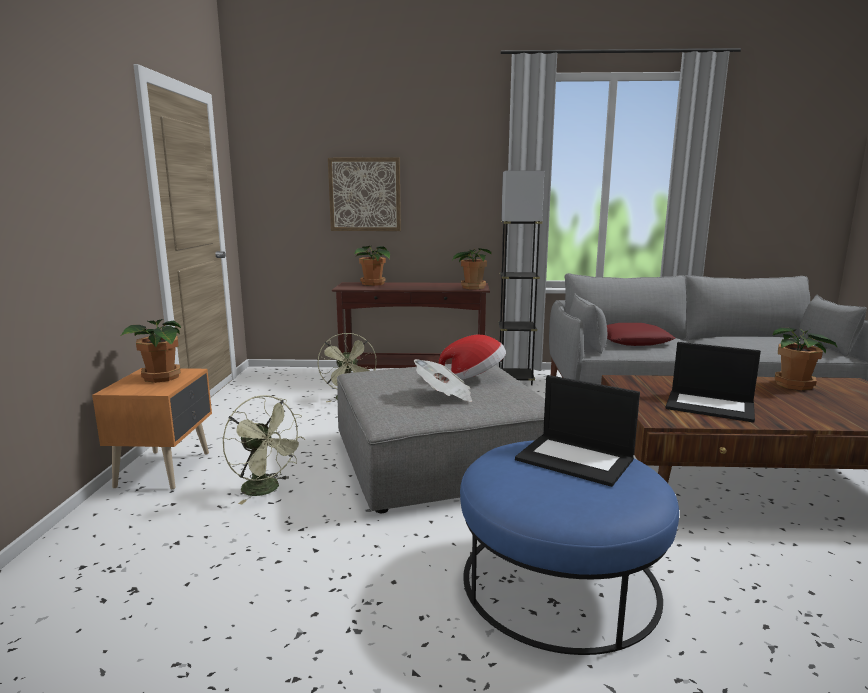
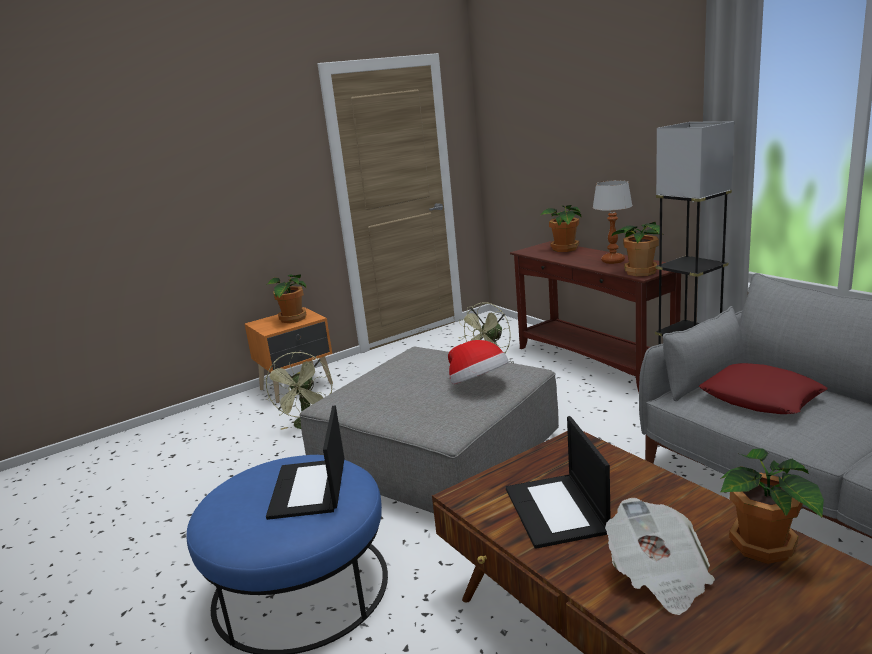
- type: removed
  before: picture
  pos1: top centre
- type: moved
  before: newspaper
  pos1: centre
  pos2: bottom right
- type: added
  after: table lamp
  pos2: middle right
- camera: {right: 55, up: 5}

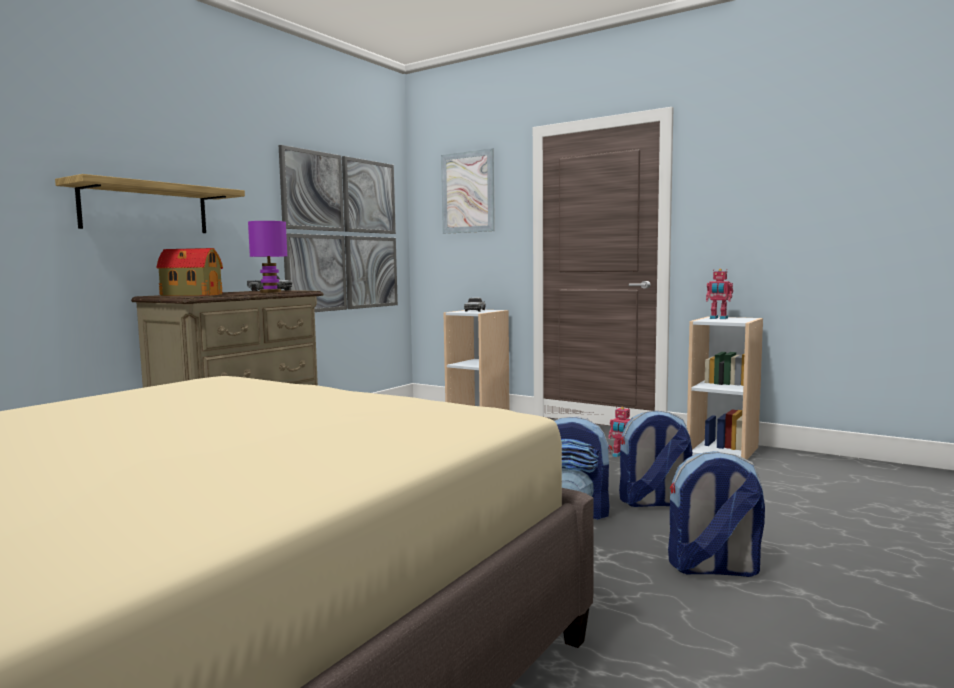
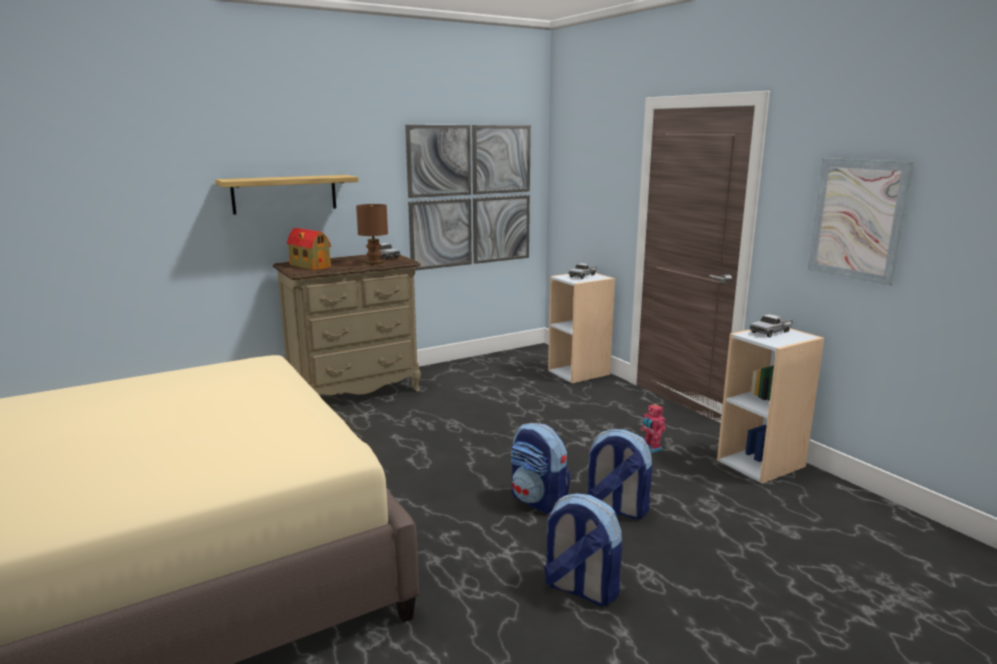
- type: recoloured
  before: purple table lamp
  after: brown table lamp
  pos1: middle left
  pos2: centre
- type: moved
  before: picture (2nd from left)
  pos1: top centre
  pos2: middle right
- type: replaced
  before: toy robot (2nd from left)
  after: toy truck (3rd from left)
  pos1: middle right
  pos2: middle right
- camera: {right: 25, up: 10}

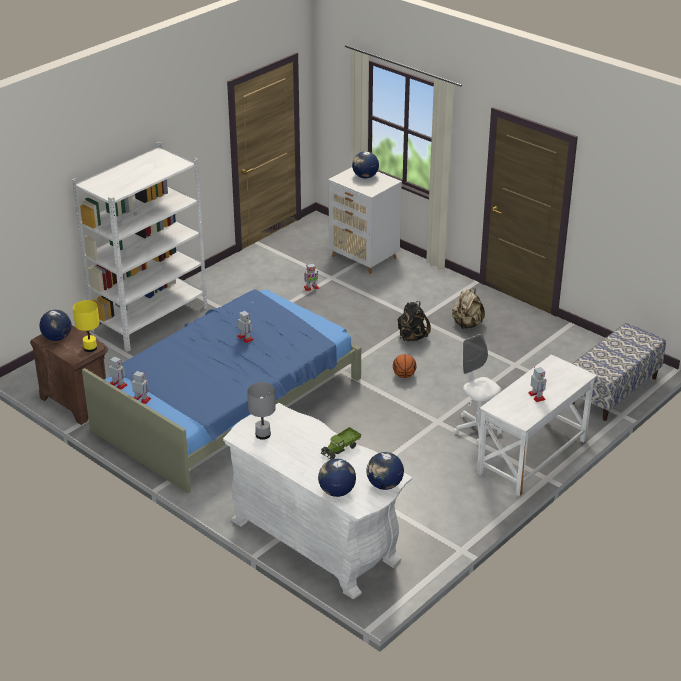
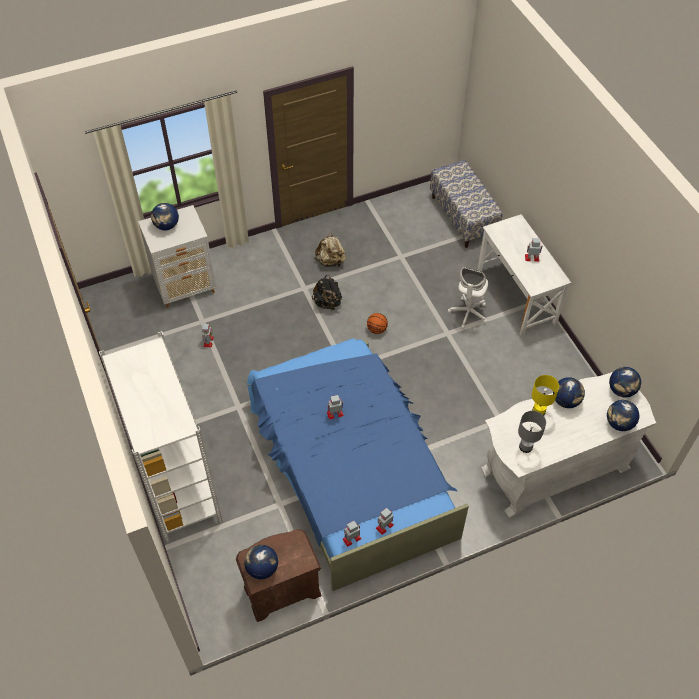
- type: moved
  before: yellow table lamp
  pos1: middle left
  pos2: middle right
- type: replaced
  before: toy truck
  after: globe (3rd from left)
  pos1: centre
  pos2: middle right
- type: turned
  before: white office chair
  pos1: middle right
  pos2: middle right
  turn: -60
- camera: {right: -65, up: 20}

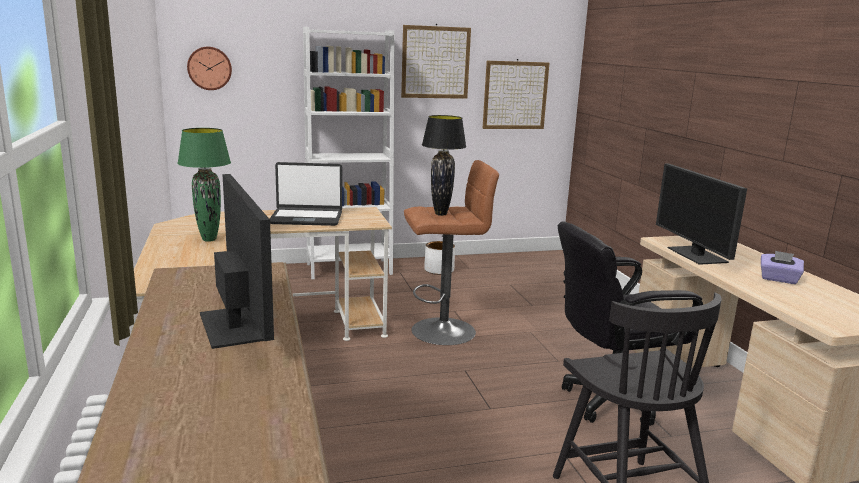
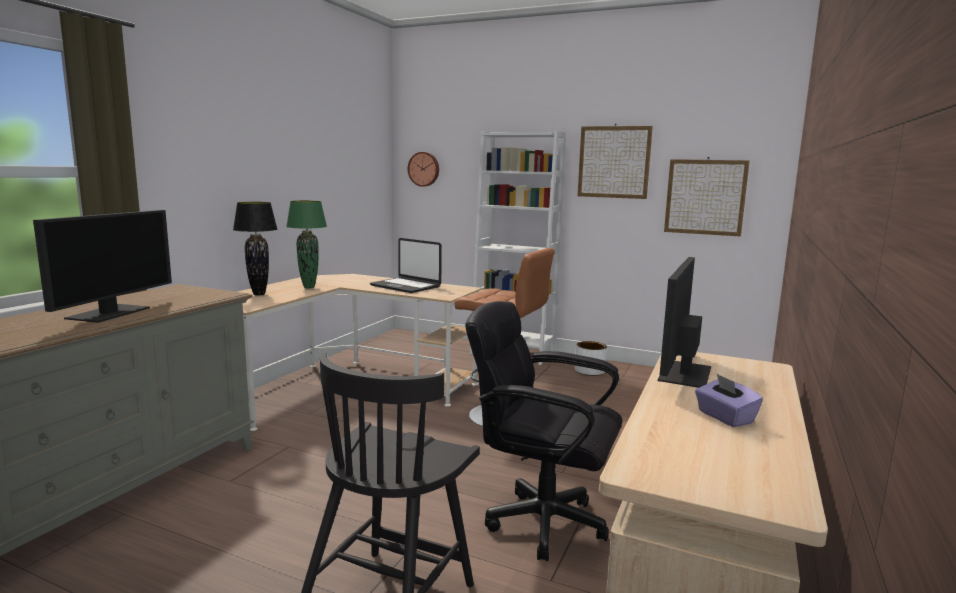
- type: moved
  before: black table lamp
  pos1: centre
  pos2: middle left
- camera: {right: 40, up: -5}

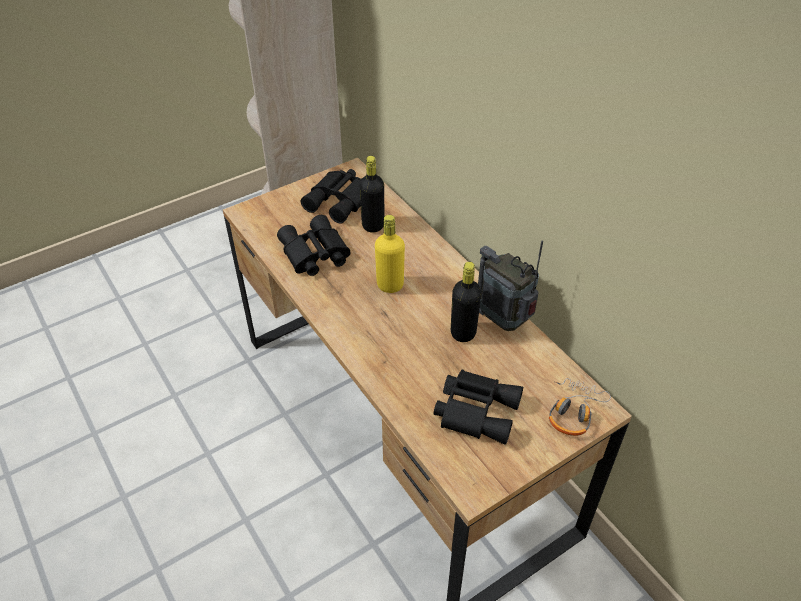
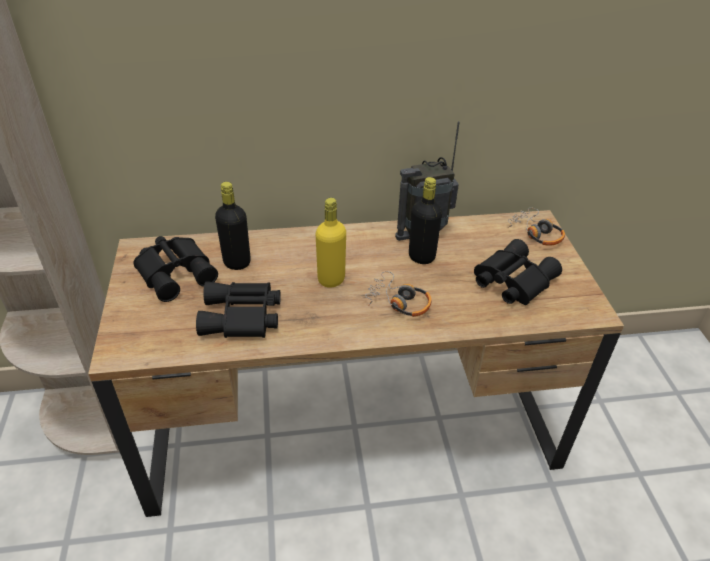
- type: added
  after: headphones (1st from left)
  pos2: centre
- camera: {right: -65, up: -5}

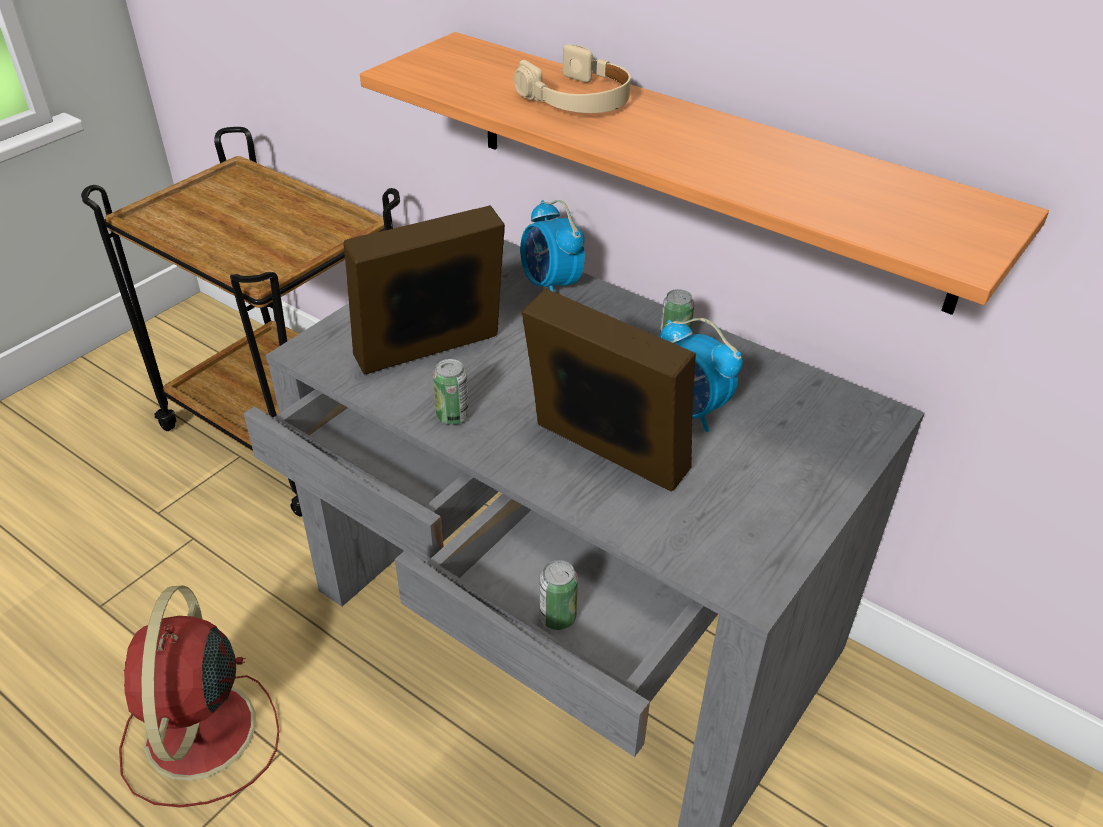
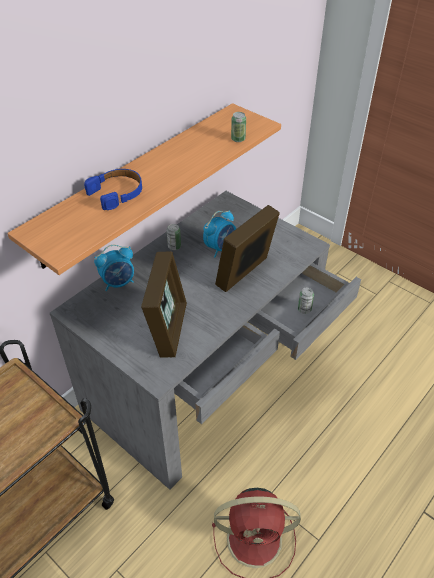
- type: turned
  before: picture frame (1st from left)
  pos1: centre
  pos2: centre
  turn: -150
- type: moved
  before: can (1st from left in the first image)
  after: can (2nd from left)
  pos1: centre
  pos2: top centre
- type: recoloured
  before: beige headphones
  after: blue headphones
  pos1: top centre
  pos2: top left
- camera: {right: -85, up: 5}

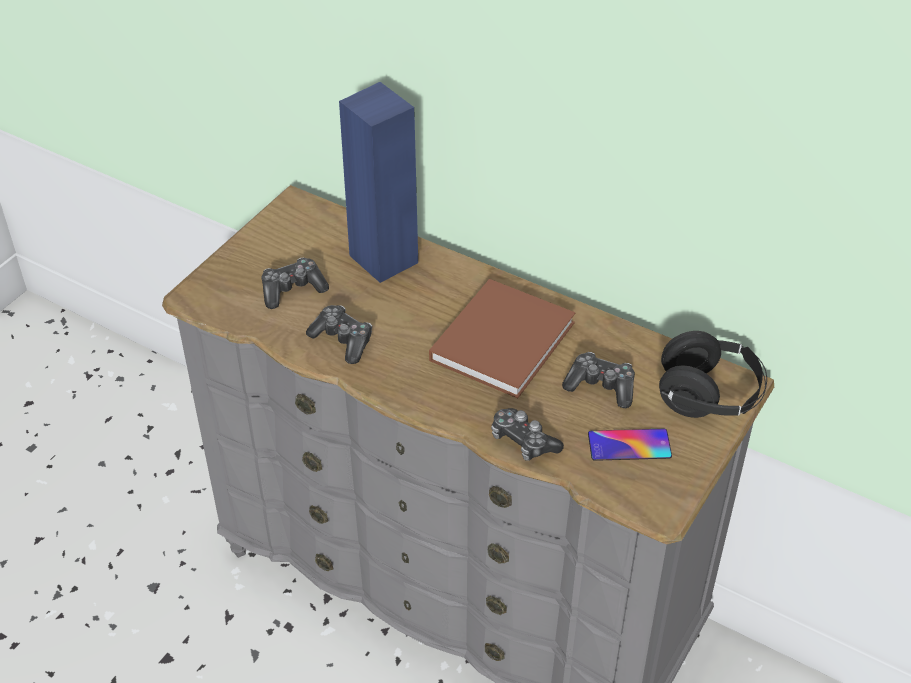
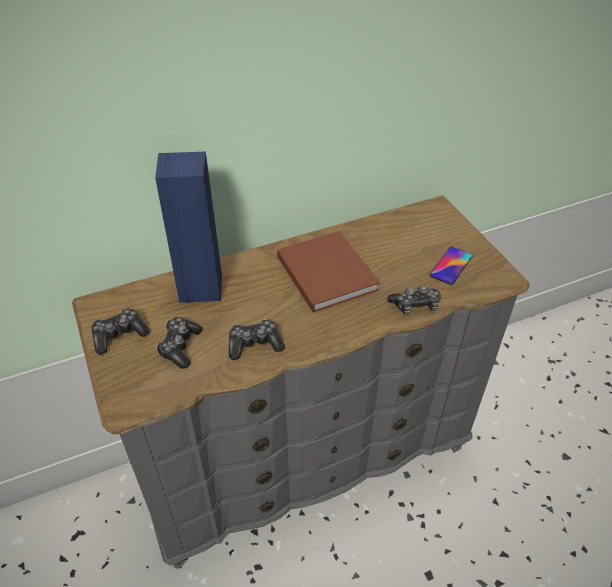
- type: moved
  before: game controller (4th from left in the first image)
  after: game controller (1st from left)
  pos1: centre
  pos2: middle left
- type: removed
  before: black headphones
  pos1: middle right
- camera: {right: -55, up: 0}

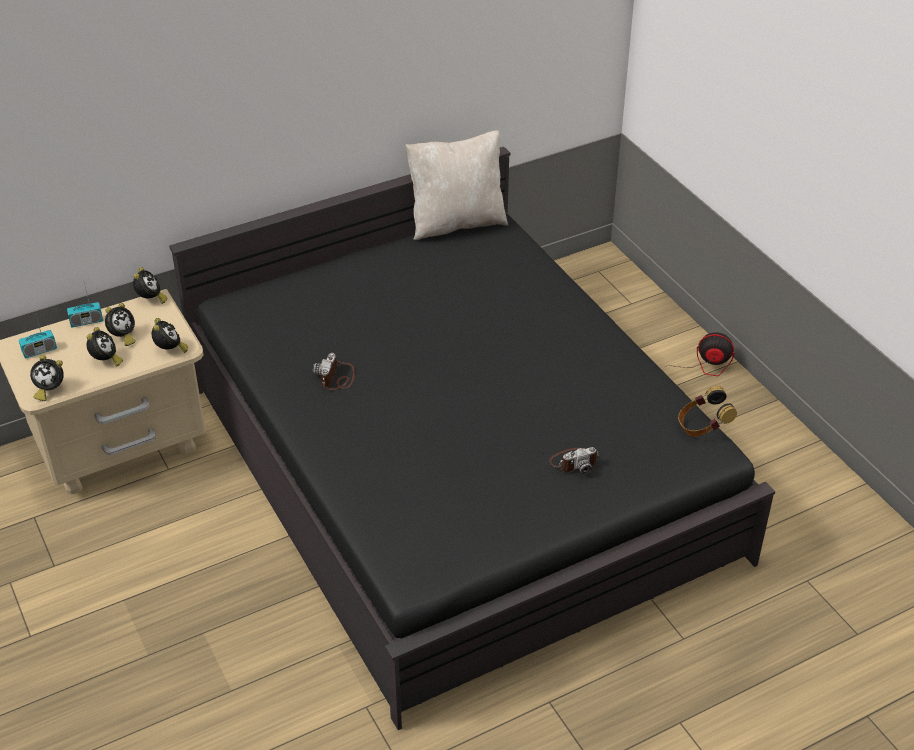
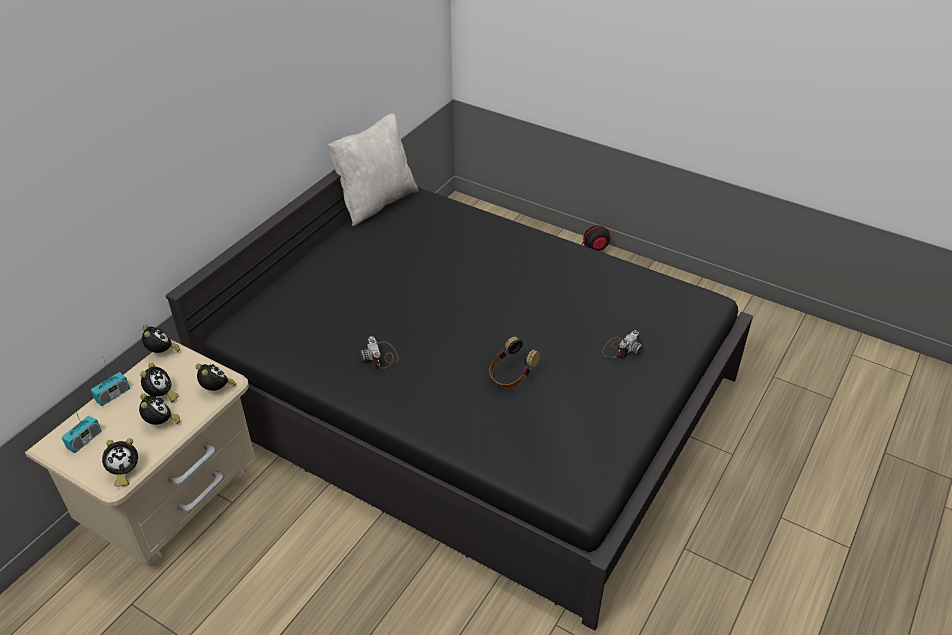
- type: moved
  before: headphones
  pos1: middle right
  pos2: centre
- camera: {right: -30, up: 0}

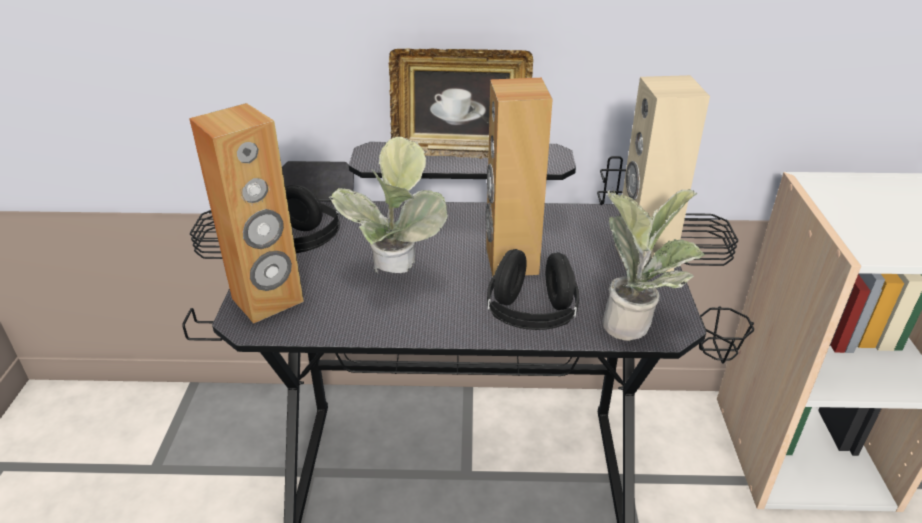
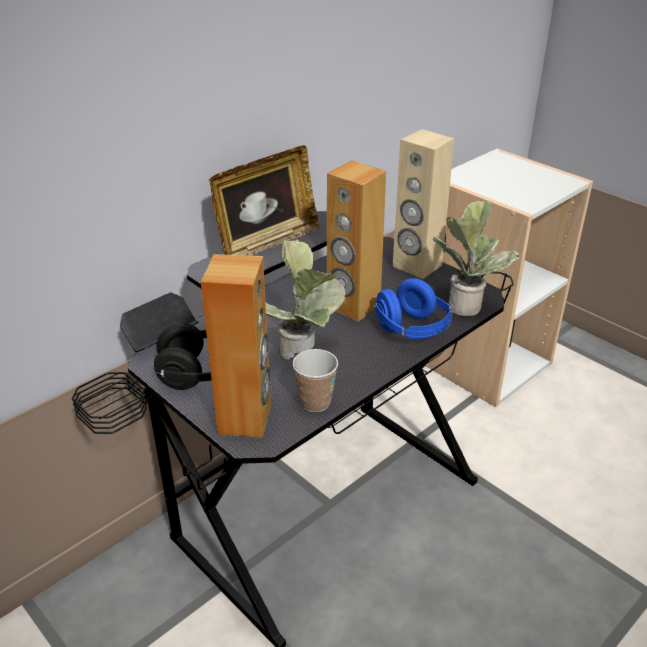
- type: recoloured
  before: black headphones (2nd from left)
  after: blue headphones
  pos1: centre
  pos2: centre
- type: added
  after: cup
  pos2: centre
- camera: {right: -45, up: 0}

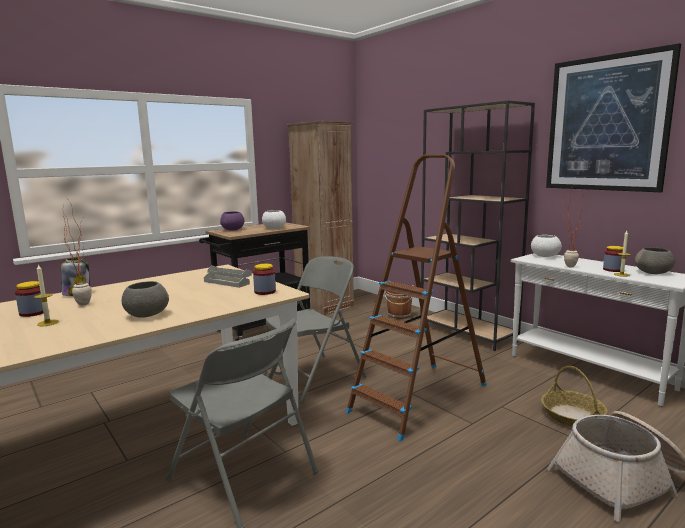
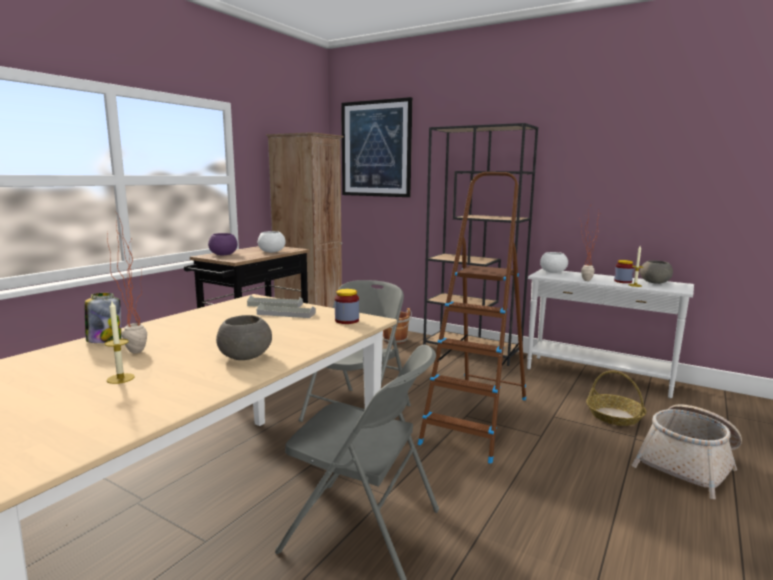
- type: removed
  before: jar (1st from left)
  pos1: middle left
- type: moved
  before: picture
  pos1: top right
  pos2: top centre
- camera: {right: -20, up: 0}

